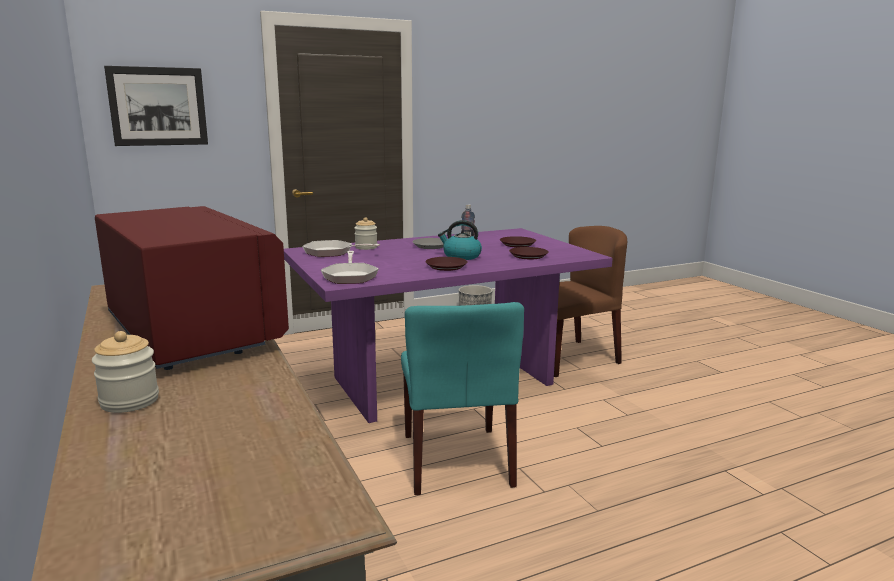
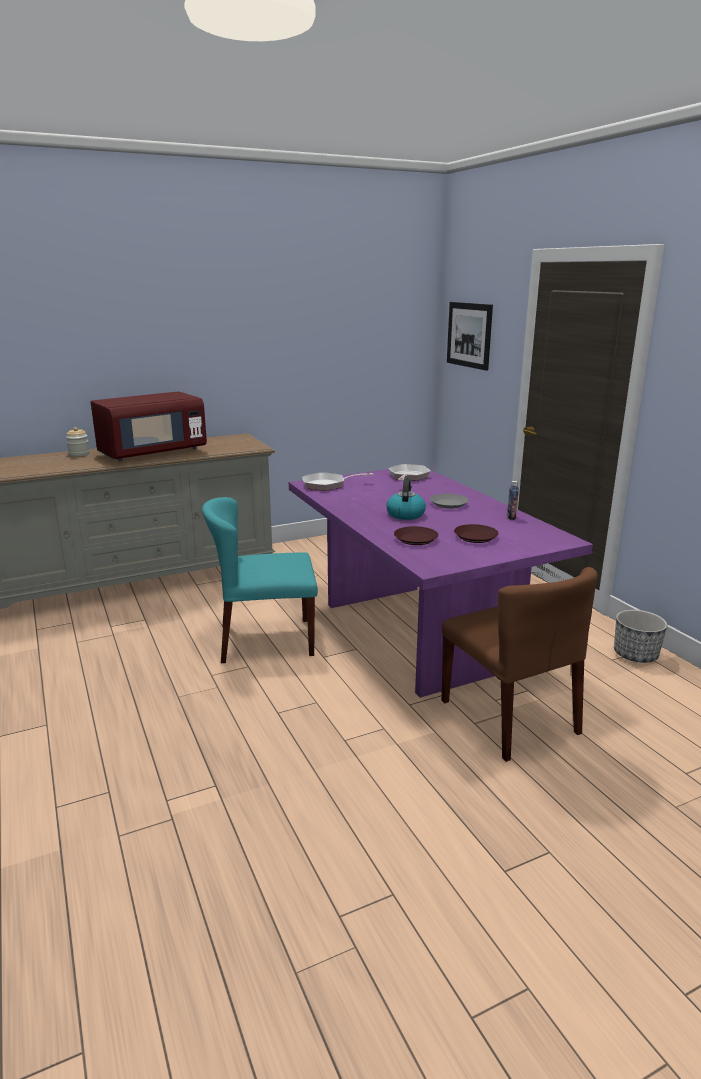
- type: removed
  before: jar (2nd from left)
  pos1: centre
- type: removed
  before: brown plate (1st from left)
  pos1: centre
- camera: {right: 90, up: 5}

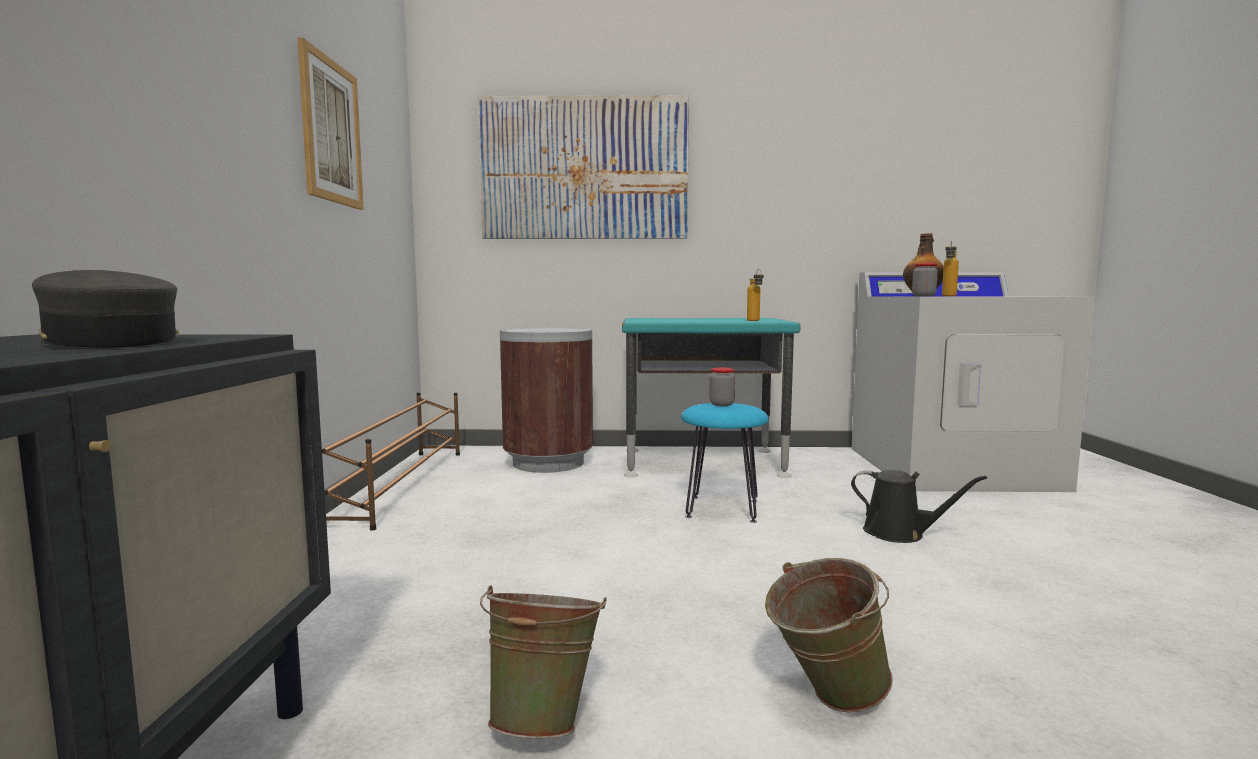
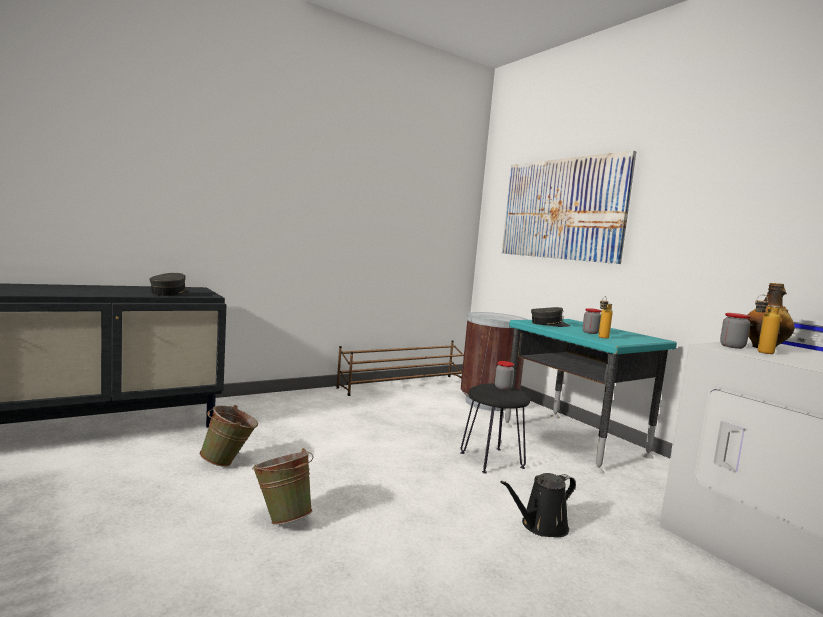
- type: removed
  before: picture (1st from left)
  pos1: top left
- type: recoloured
  before: turquoise stool
  after: black stool
  pos1: centre
  pos2: bottom centre
- type: turned
  before: black watering can
  pos1: bottom right
  pos2: bottom centre
  turn: 60
- type: added
  after: grey cap (2nd from left)
  pos2: middle right
- type: added
  after: jar (2nd from left)
  pos2: middle right
- camera: {right: 55, up: 0}

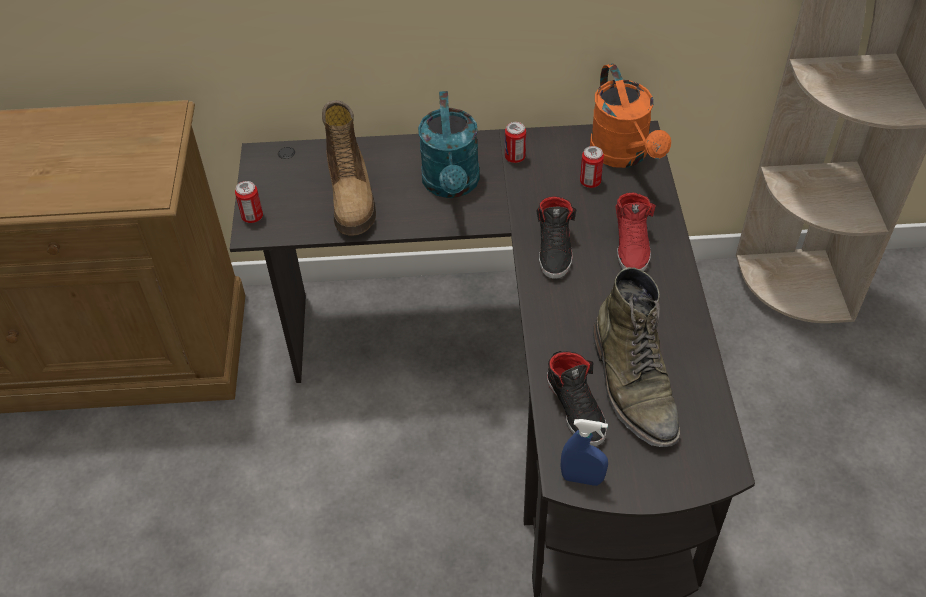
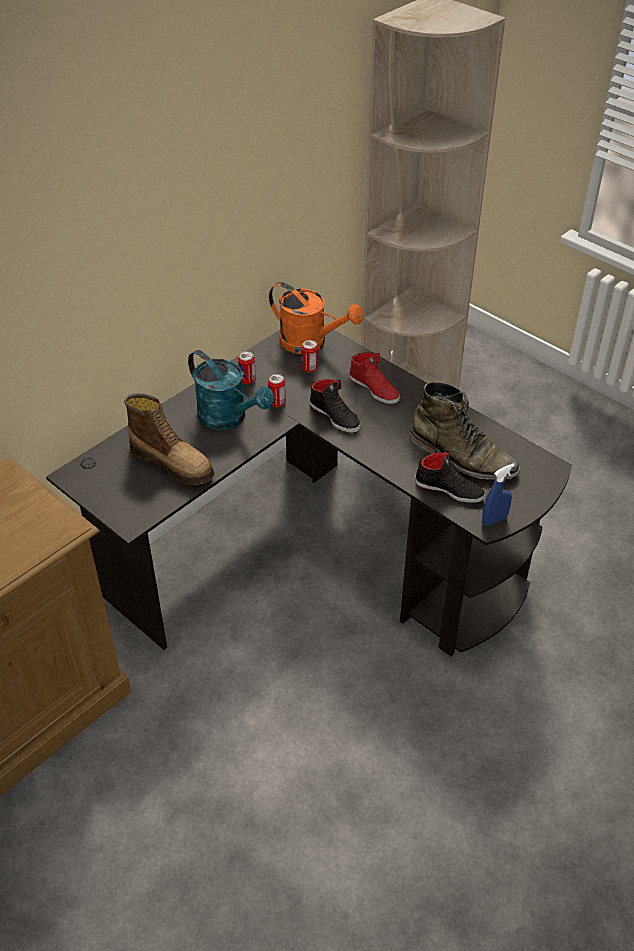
- type: moved
  before: can (1st from left in the first image)
  after: can (2nd from left)
  pos1: middle left
  pos2: centre
- camera: {right: -45, up: -5}

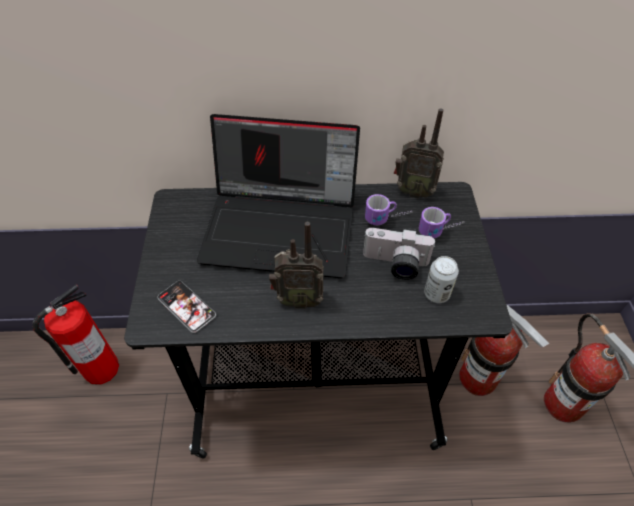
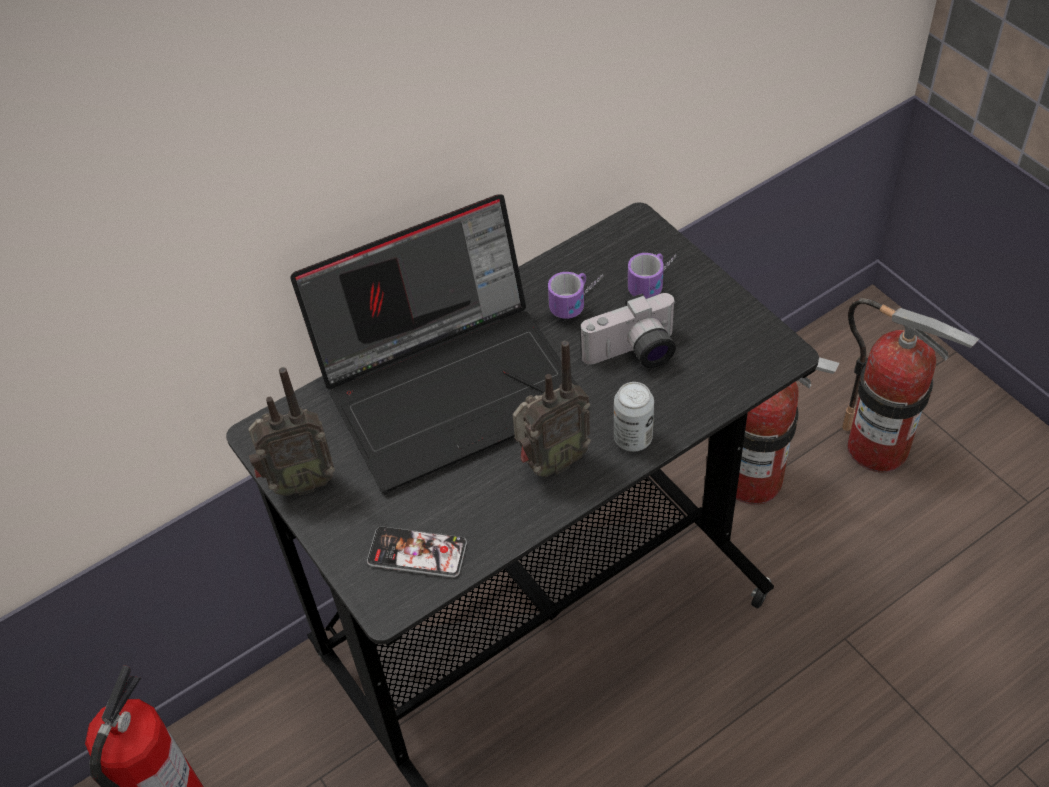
- type: moved
  before: radio (2nd from left in the first image)
  after: radio (1st from left)
  pos1: top centre
  pos2: middle left
- type: moved
  before: can
  pos1: middle right
  pos2: centre
- camera: {right: -30, up: 0}

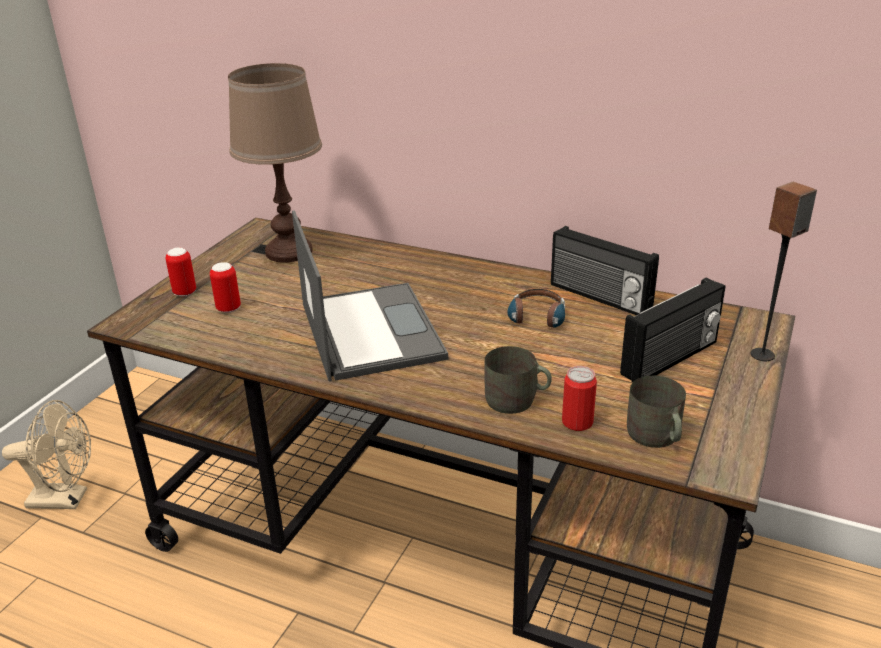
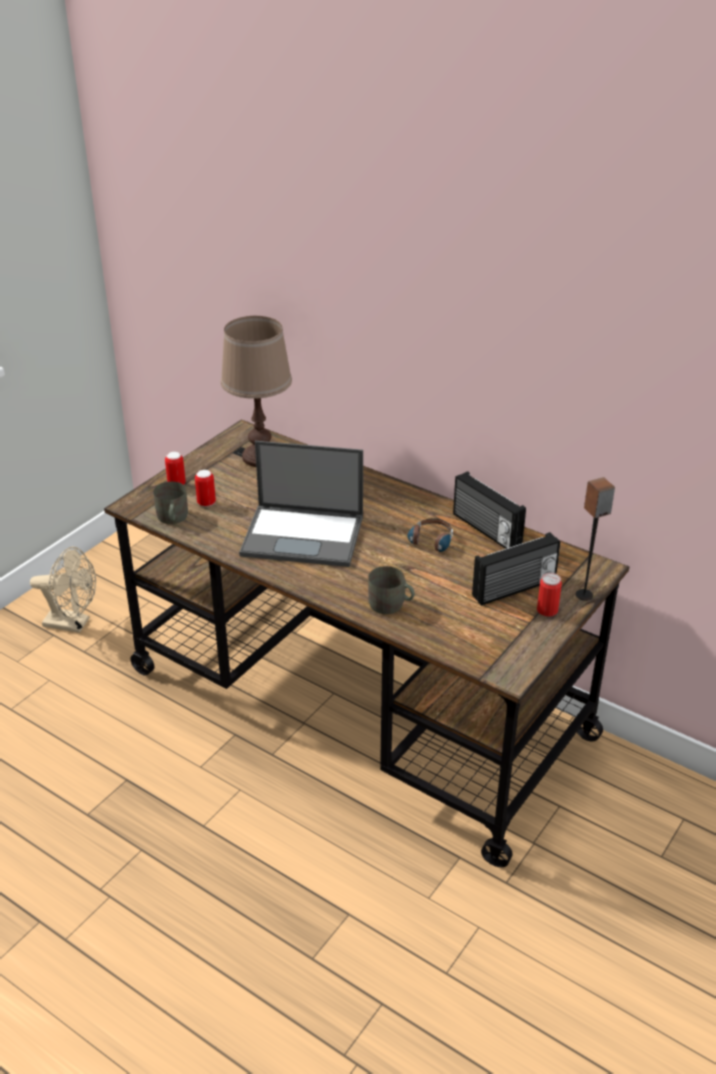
- type: turned
  before: laptop
  pos1: centre
  pos2: centre
  turn: 105
- type: moved
  before: can (3rd from left)
  pos1: centre
  pos2: middle right
- type: moved
  before: grey mug (2nd from left in the first image)
  after: grey mug (1st from left)
  pos1: middle right
  pos2: middle left
- camera: {right: 10, up: 5}

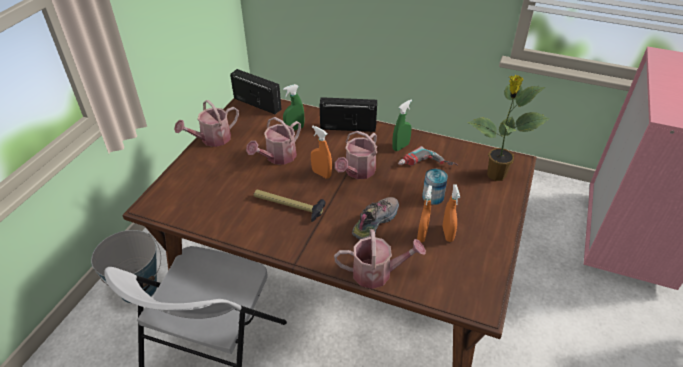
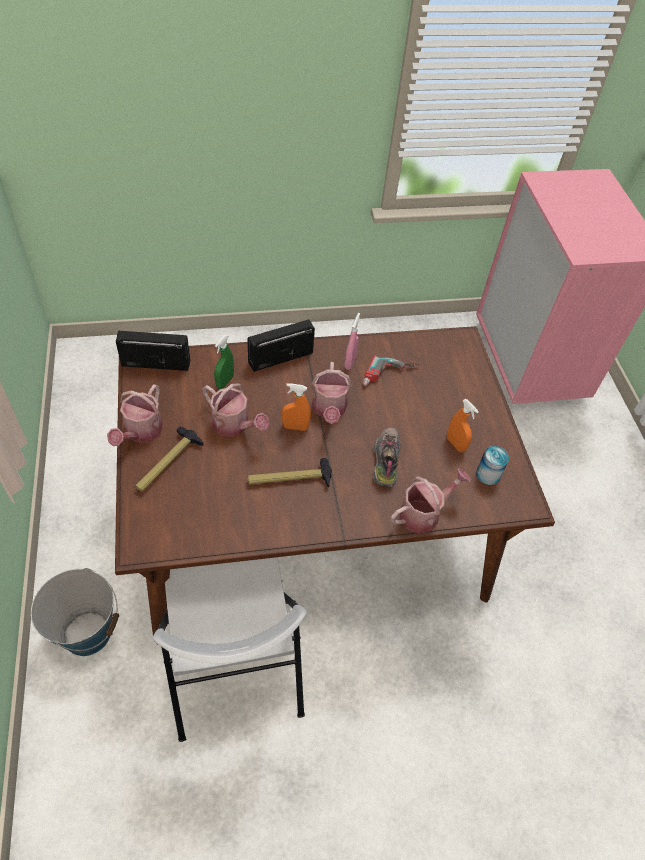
- type: turned
  before: watering can (2nd from left)
  pos1: centre
  pos2: centre
  turn: -60
- type: recoloured
  before: green spray bottle (2nd from left)
  after: pink spray bottle
  pos1: centre
  pos2: centre
- type: removed
  before: orange spray bottle (2nd from left)
  pos1: centre
- type: moved
  before: can
  pos1: centre
  pos2: middle right
- type: removed
  before: potted plant
  pos1: middle right
- type: added
  after: hammer (1st from left)
  pos2: middle left
- camera: {right: -35, up: 10}

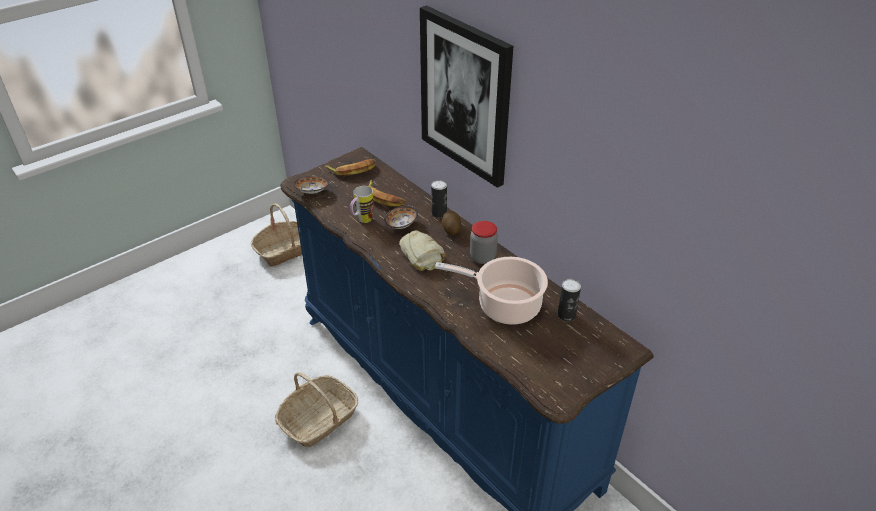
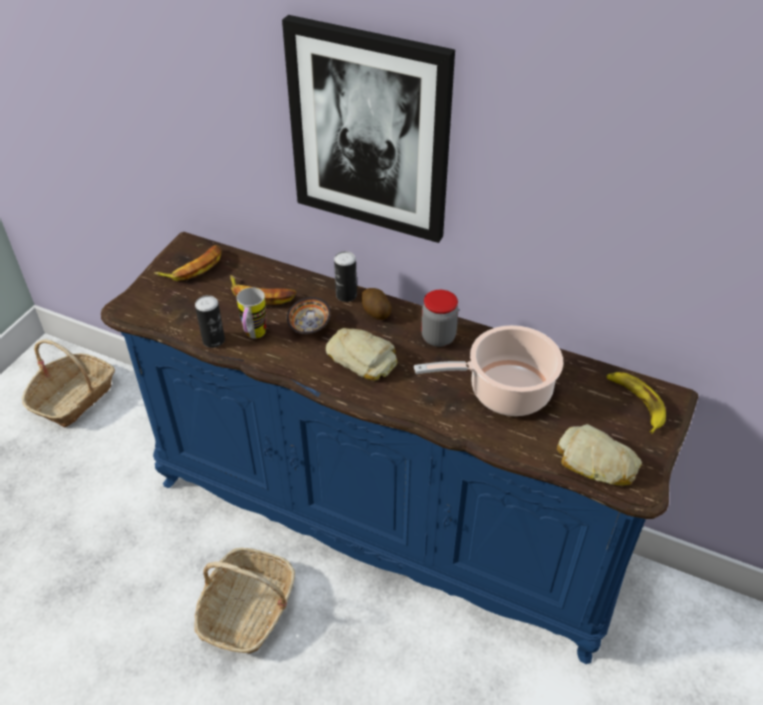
- type: removed
  before: bowl (1st from left)
  pos1: centre
- type: moved
  before: can (2nd from left in the first image)
  after: can (1st from left)
  pos1: centre
  pos2: middle left
- type: added
  after: bread (2nd from left)
  pos2: middle right
- type: added
  after: banana (3rd from left)
  pos2: middle right
- camera: {right: -25, up: 5}

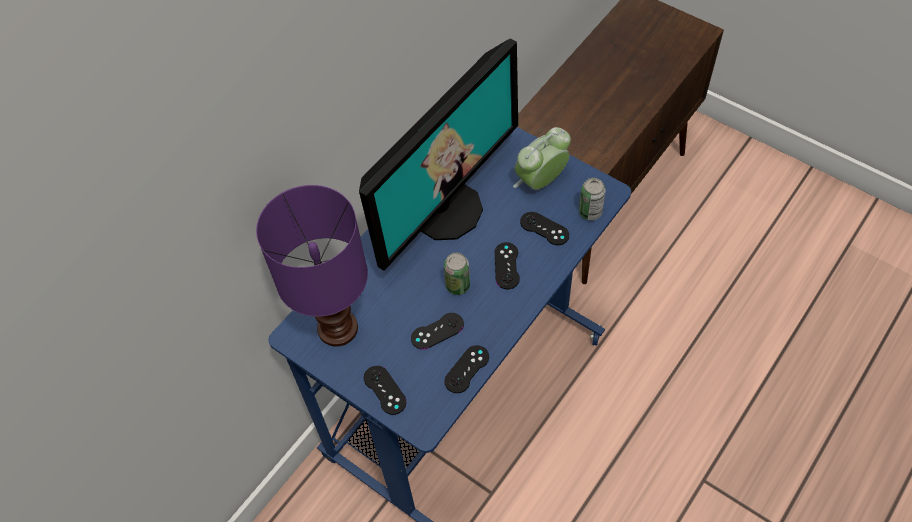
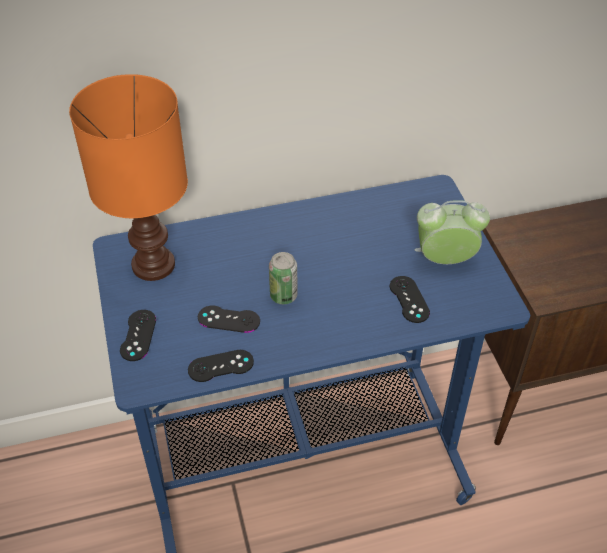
- type: recoloured
  before: purple table lamp
  after: orange table lamp
  pos1: centre
  pos2: top left
- type: removed
  before: monitor
  pos1: top centre
- type: removed
  before: black game controller (4th from left)
  pos1: centre
- type: removed
  before: can (2nd from left)
  pos1: centre
- camera: {right: 35, up: -10}

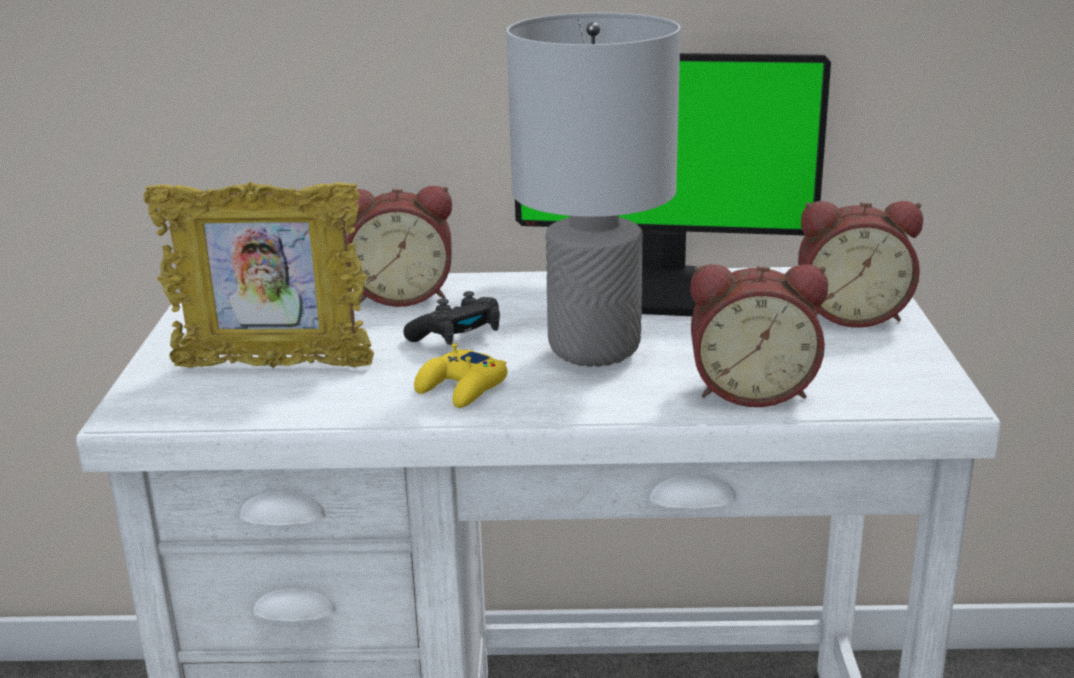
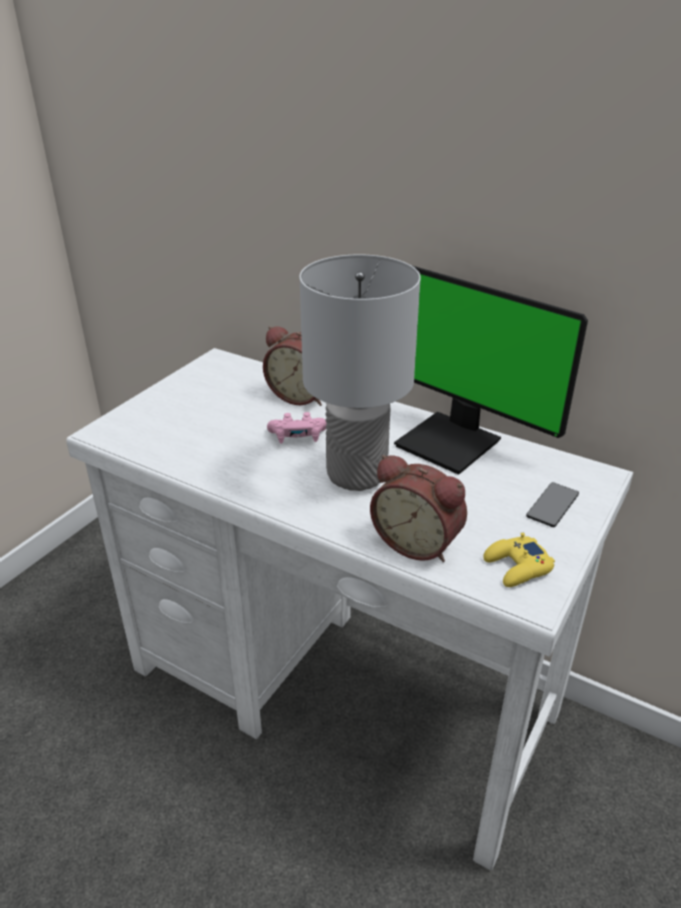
- type: removed
  before: picture frame
  pos1: middle left
- type: recoloured
  before: black game controller
  after: pink game controller
  pos1: centre
  pos2: centre
- type: moved
  before: yellow game controller
  pos1: centre
  pos2: middle right
- type: replaced
  before: alarm clock (3rd from left)
  after: phone
  pos1: middle right
  pos2: middle right
- camera: {right: 30, up: 10}

